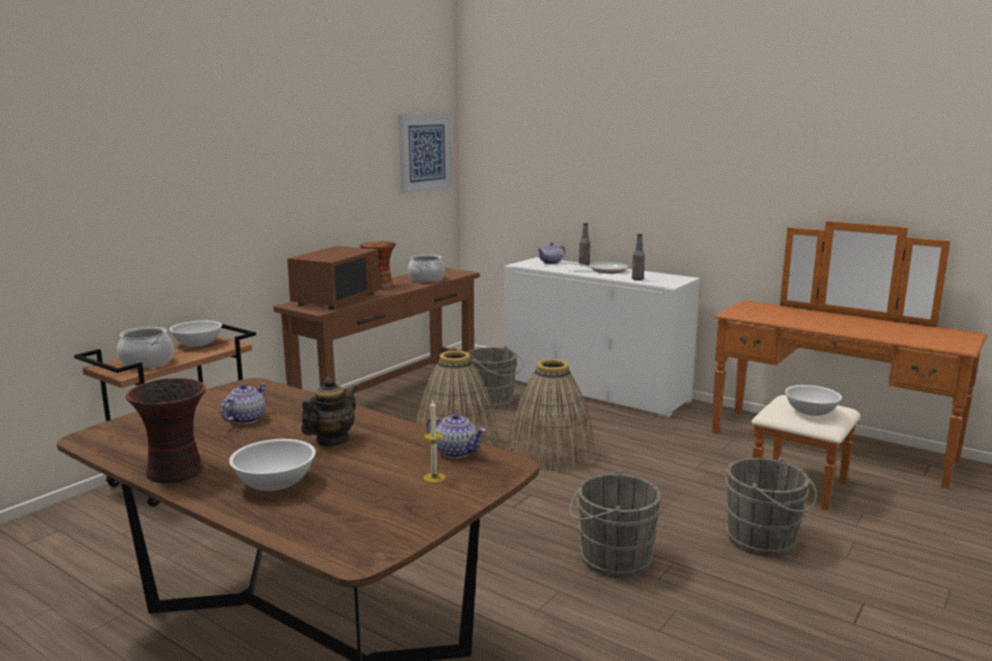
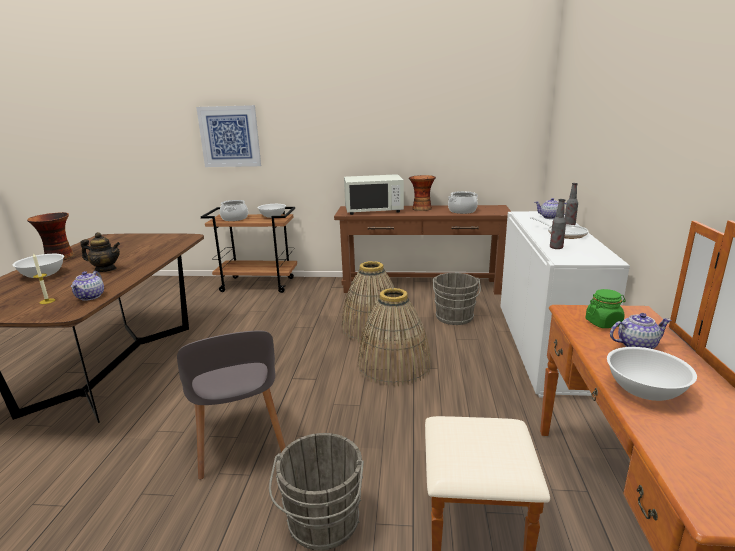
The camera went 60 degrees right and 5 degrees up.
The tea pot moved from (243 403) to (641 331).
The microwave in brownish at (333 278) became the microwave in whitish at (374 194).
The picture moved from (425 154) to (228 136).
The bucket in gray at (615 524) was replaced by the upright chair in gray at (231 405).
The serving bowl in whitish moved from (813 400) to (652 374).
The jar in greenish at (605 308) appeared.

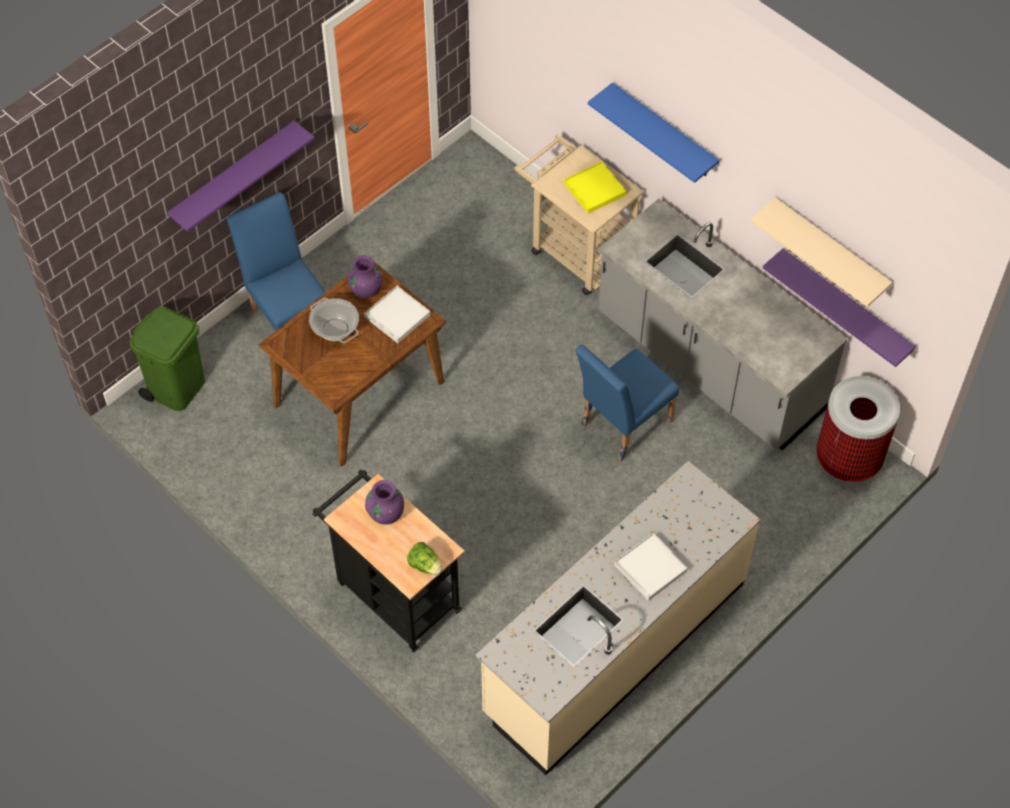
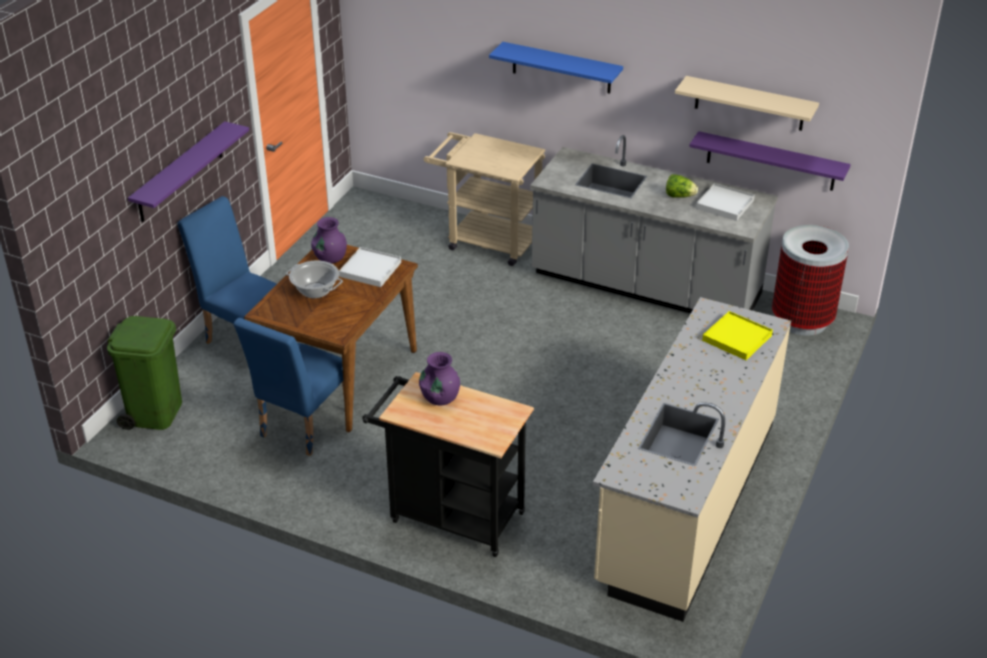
The camera went 20 degrees left and 20 degrees down.
The head of lettuce moved from (425 558) to (682 186).
The serving tray in yellow-coloured moved from (595 188) to (737 335).
The upright chair in blue moved from (627 403) to (289 387).
The serving tray in whitish moved from (650 567) to (725 202).

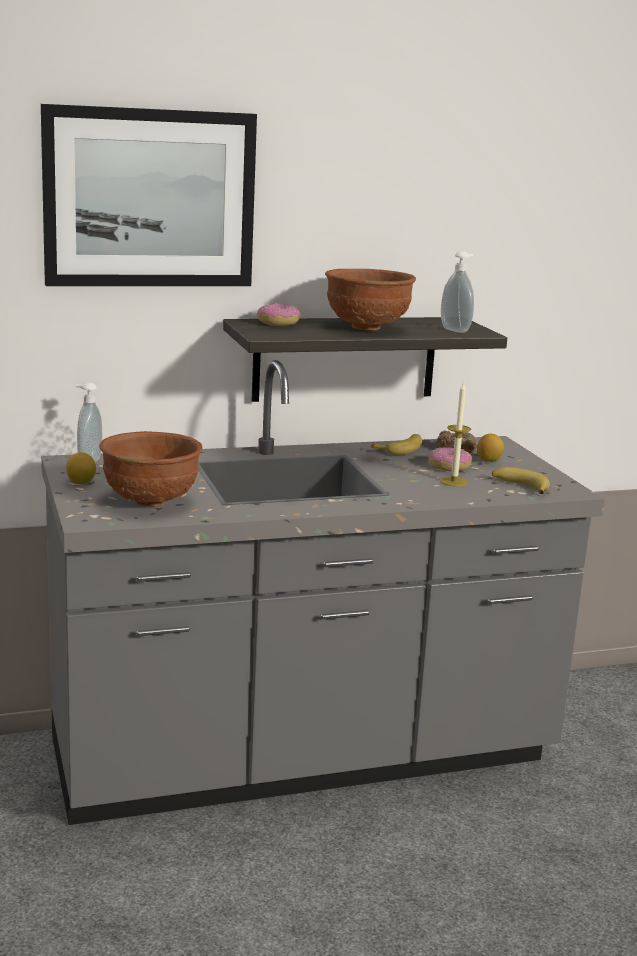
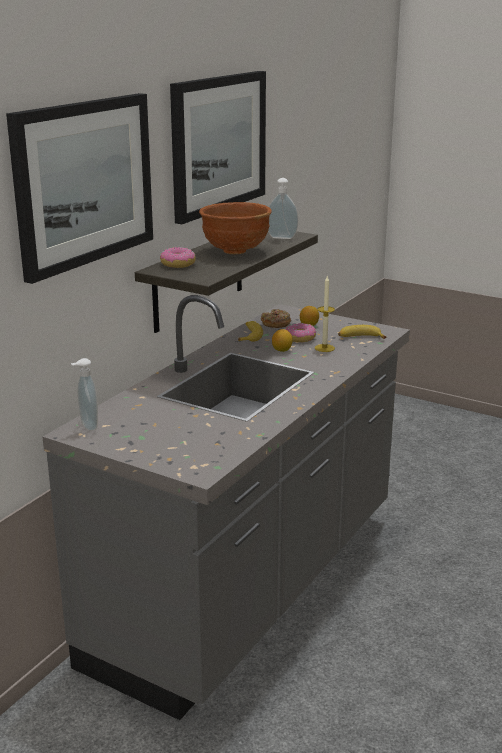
The camera went 40 degrees left and 5 degrees up.
The citrus fruit moved from (81 468) to (282 340).
The serving bowl in brownish at (151 469) disappeared.
The picture at (218 147) appeared.

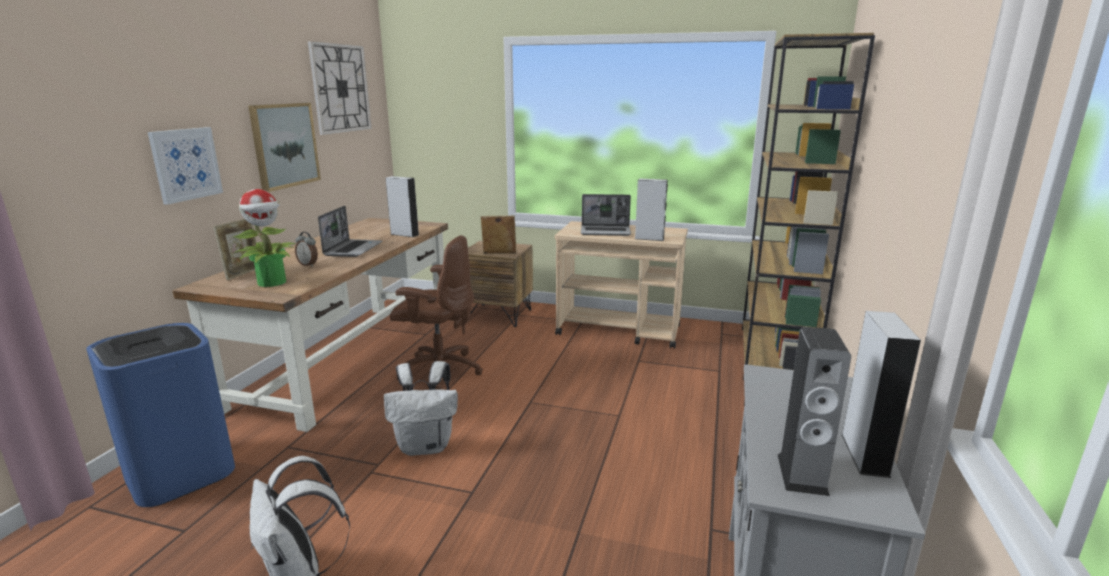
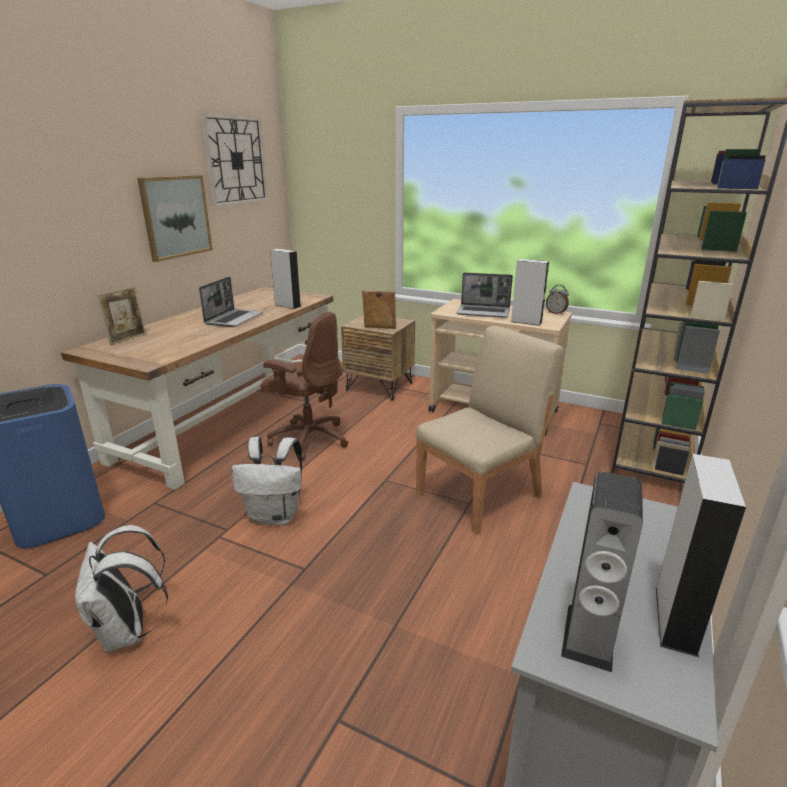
The camera went 10 degrees right and 5 degrees up.
The picture at (185 166) disappeared.
The plant in a pot at (264 238) disappeared.
The alarm clock moved from (306 249) to (557 300).
The upright chair in beige at (490 430) appeared.

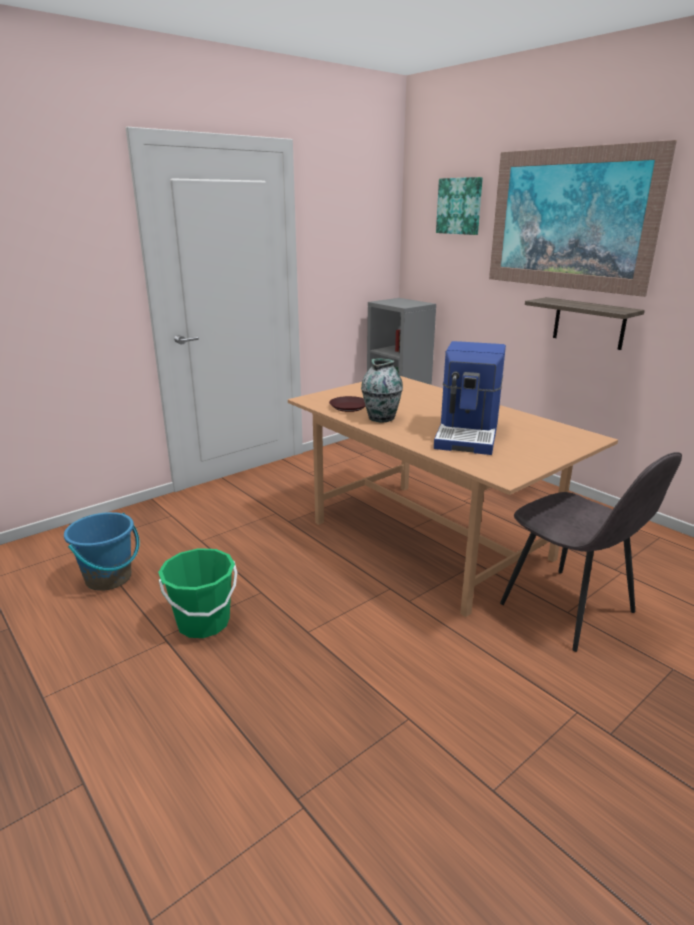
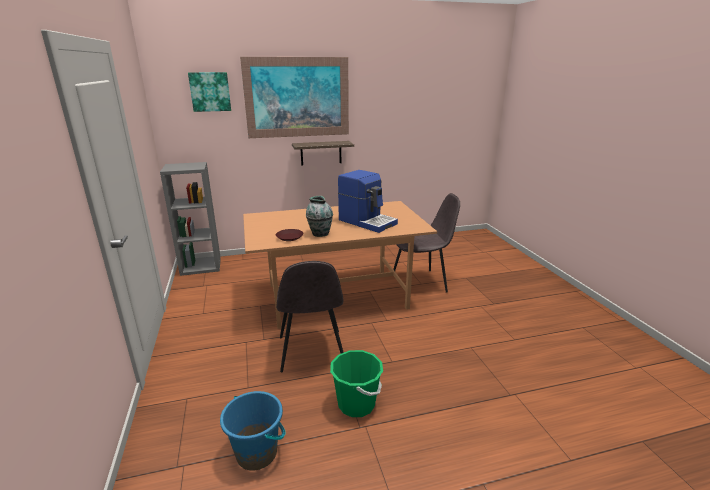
The camera went 65 degrees left and 0 degrees up.
The upright chair in gray at (310 316) appeared.

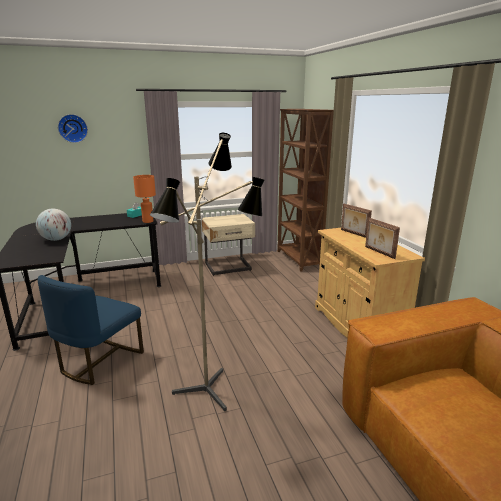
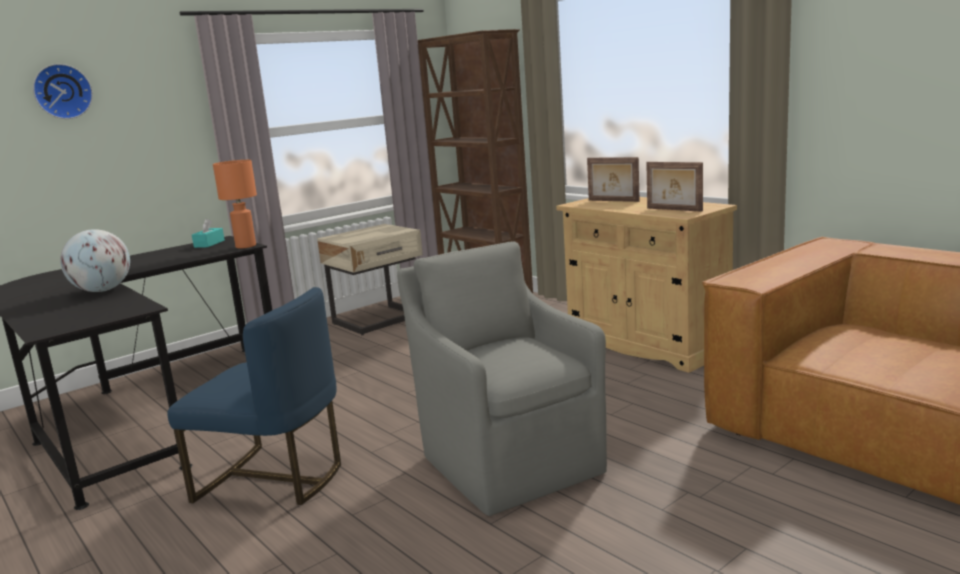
The camera went 20 degrees left and 5 degrees down.
The upright chair in blue at (91 330) turned 75 degrees counterclockwise.
The floor lamp at (207 272) was replaced by the armchair in gray at (502 378).

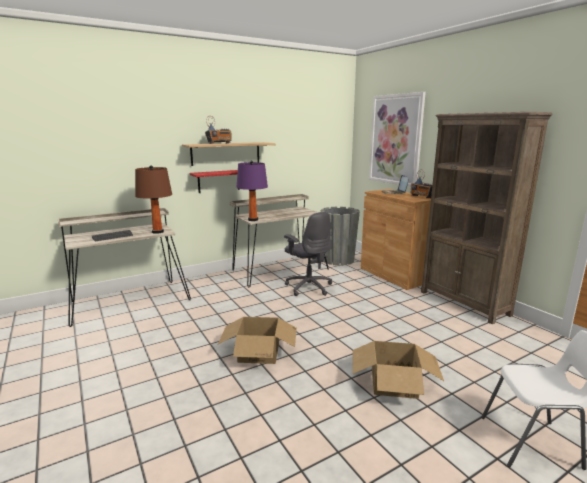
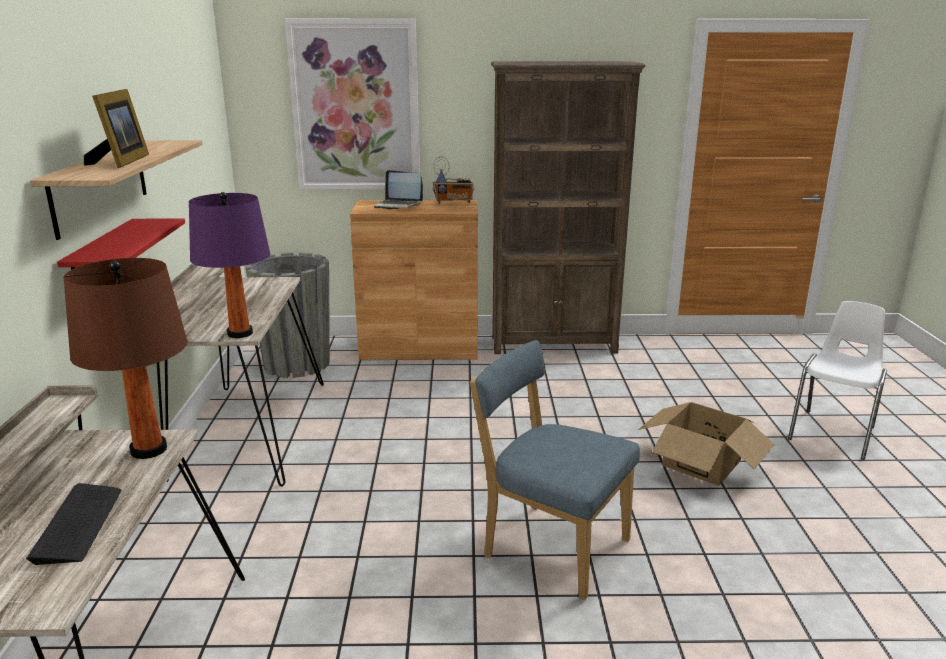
The camera went 60 degrees left and 5 degrees up.
The radio receiver at (218 130) was replaced by the standing frame at (116 128).
The cardboard box at (257 340) was replaced by the upright chair in blue at (555 470).
The office chair in gray at (308 254) disappeared.

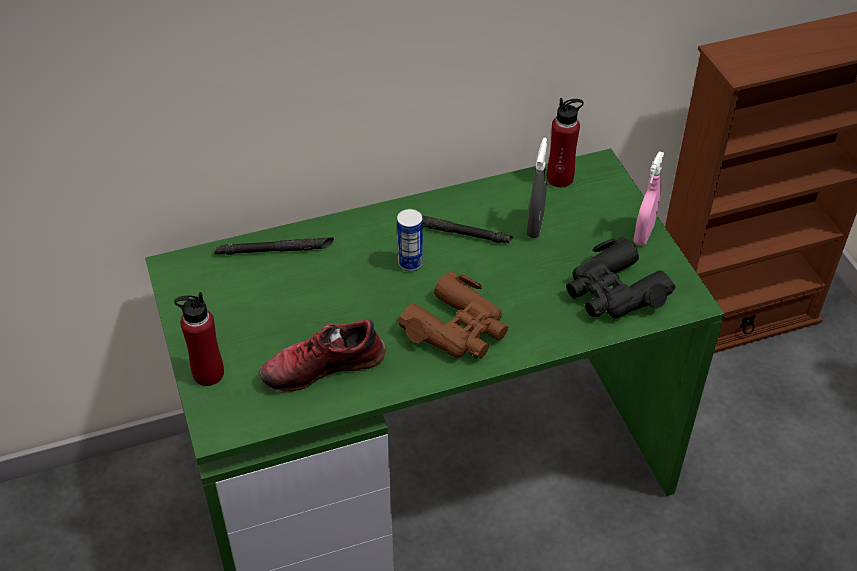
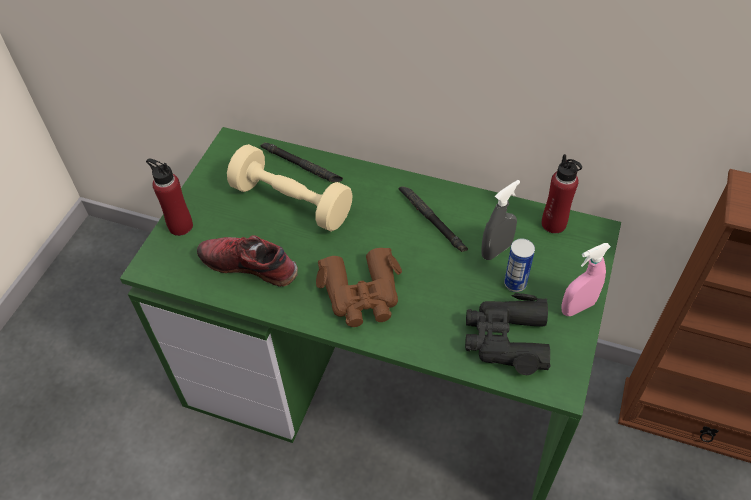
The camera went 40 degrees right and 5 degrees up.
The can moved from (410 240) to (519 265).
The free weight in beige at (290 187) appeared.

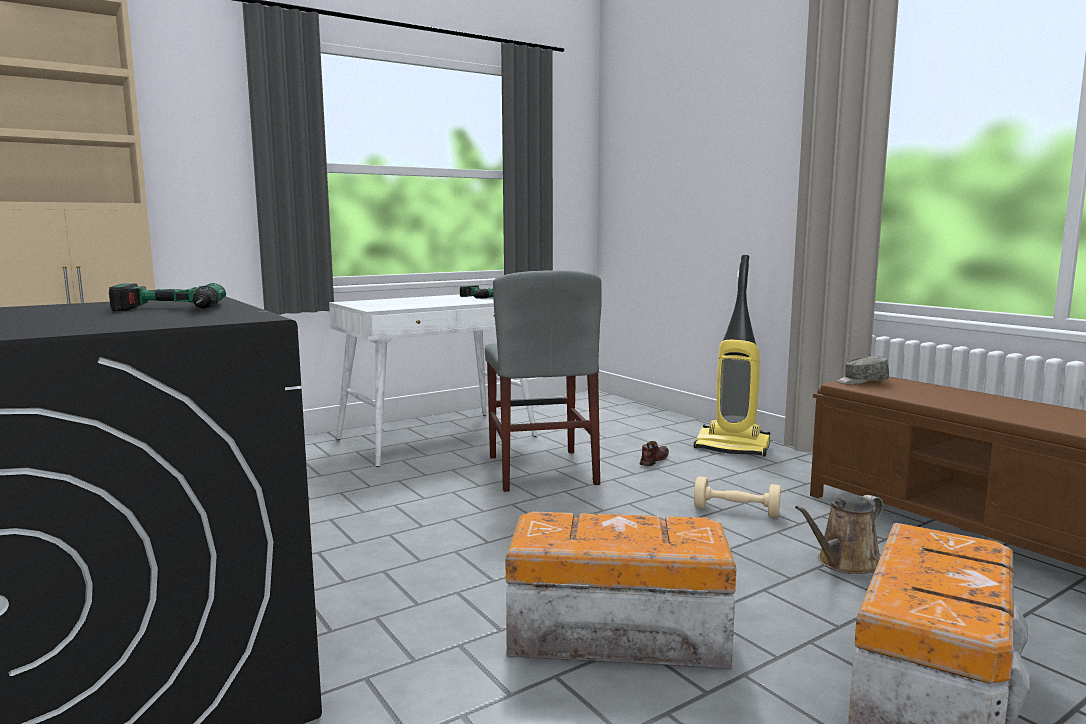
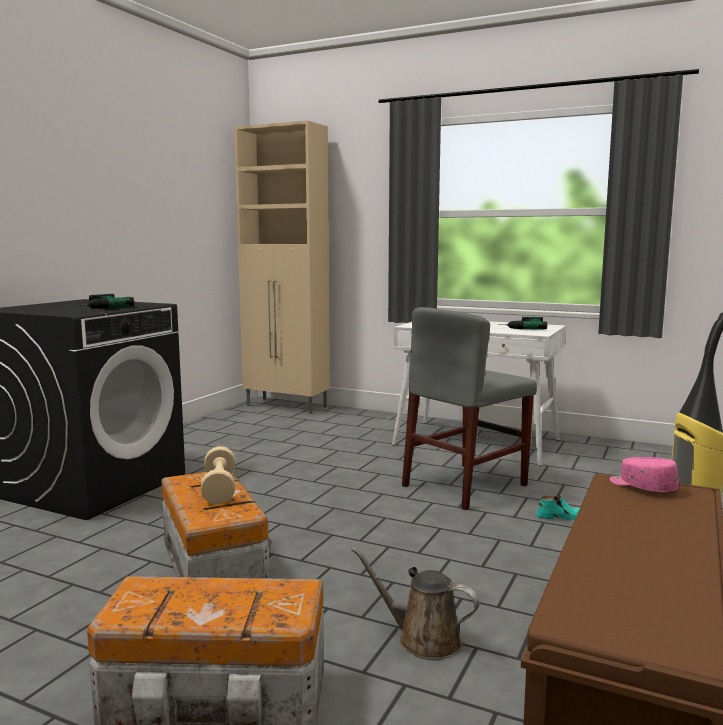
The camera went 60 degrees right and 0 degrees up.
The shoe in brownish at (654 453) became the shoe in turquoise-coloured at (558 508).
The free weight in beige moved from (737 497) to (218 475).
The cap in gray at (862 370) became the cap in pink at (644 474).

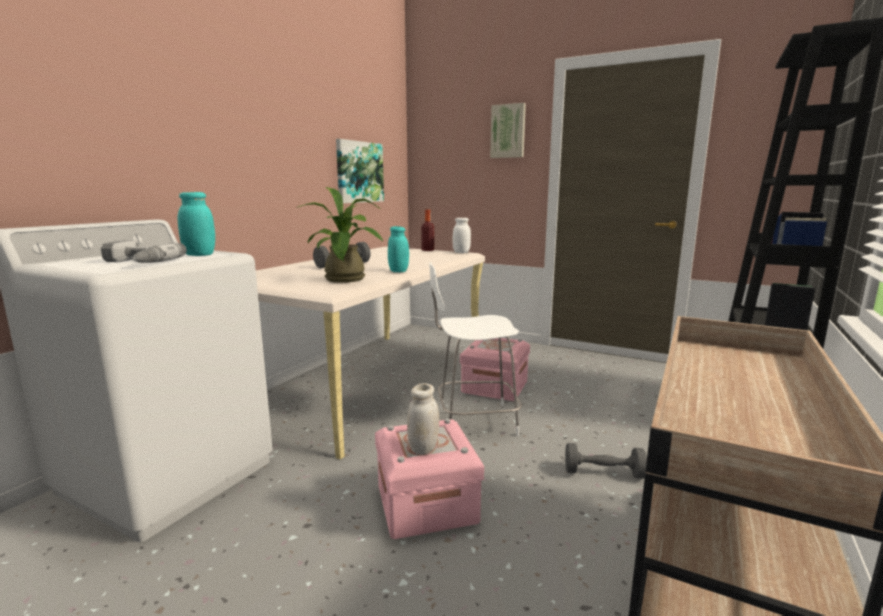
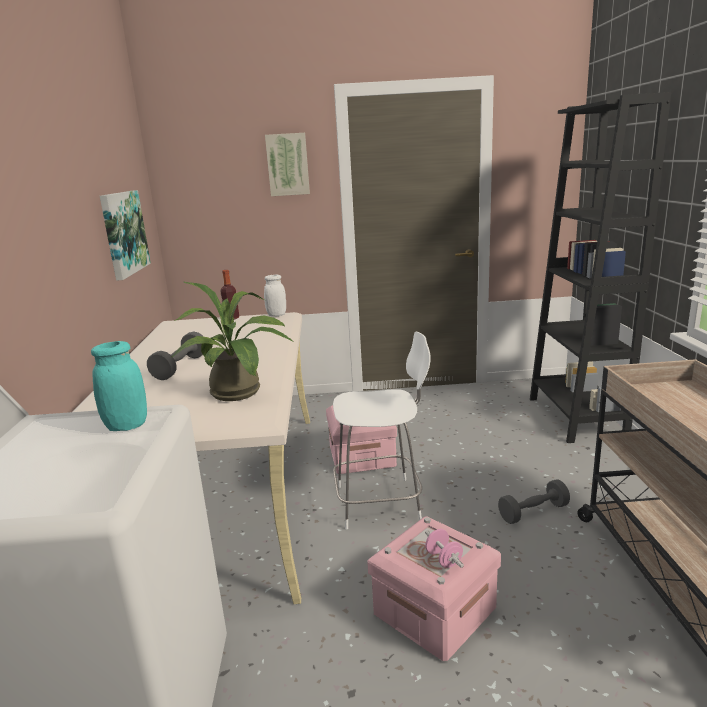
The camera went 30 degrees left and 5 degrees up.
The power drill at (144 251) disappeared.
The jar in turquoise-coloured at (398 249) disappeared.
The jar in whitish at (423 419) was replaced by the free weight in pink at (444 548).
The upright chair in whitish at (475 349) turned 150 degrees counterclockwise.

